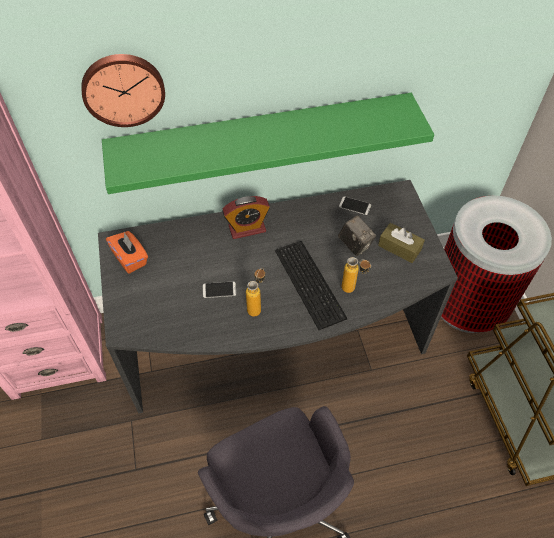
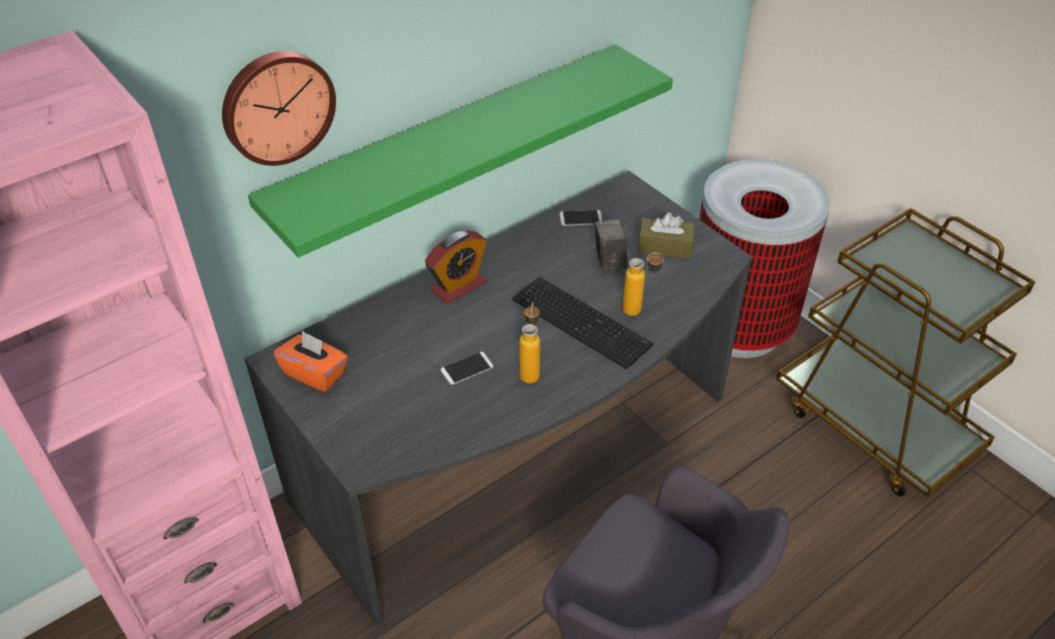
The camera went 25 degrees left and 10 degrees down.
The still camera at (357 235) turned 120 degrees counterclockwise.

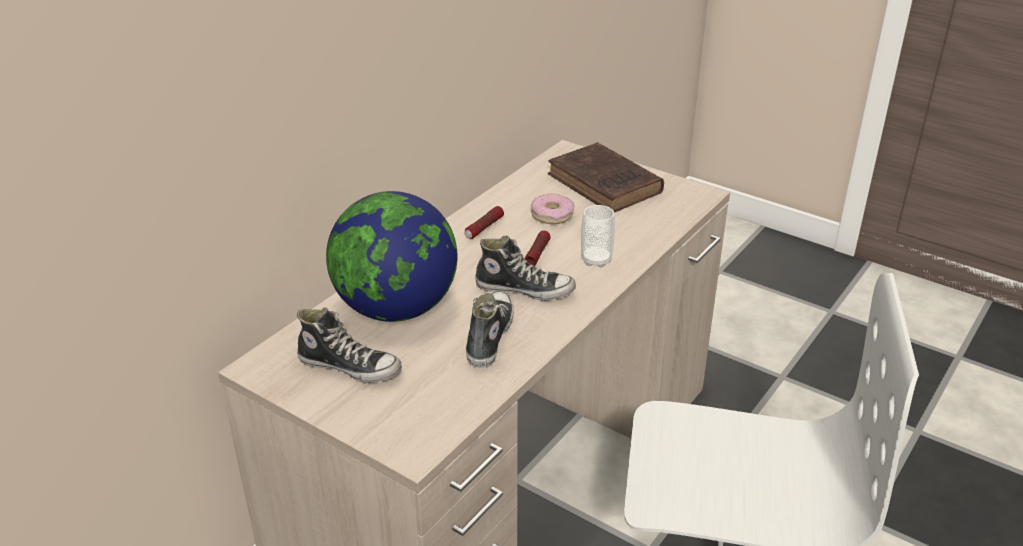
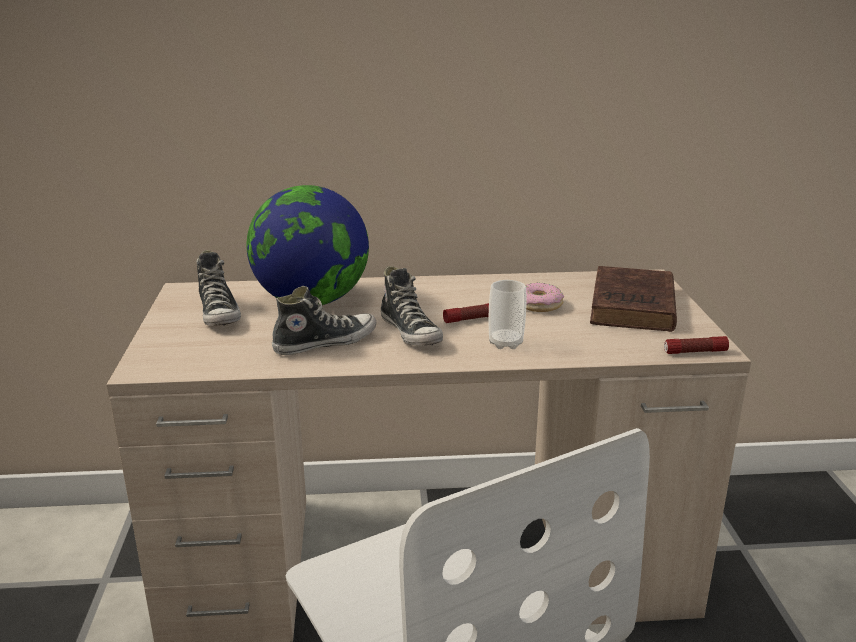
The camera went 50 degrees right and 10 degrees down.
The flashlight moved from (484 222) to (696 345).

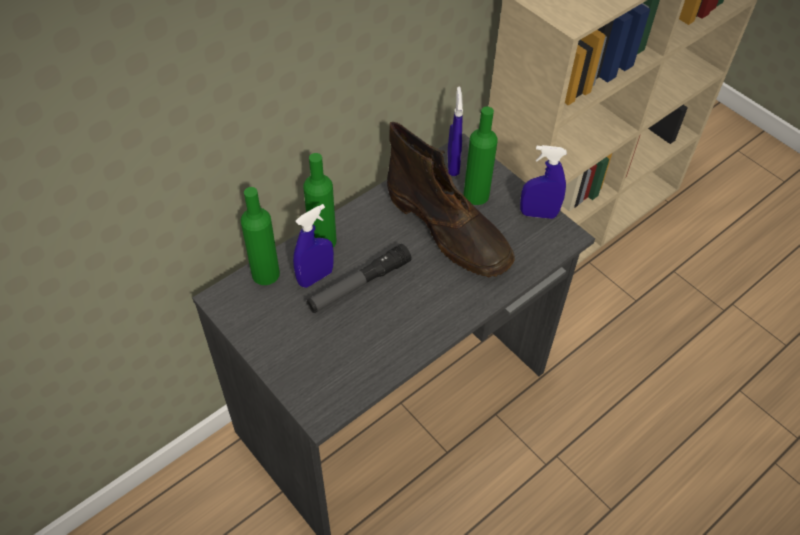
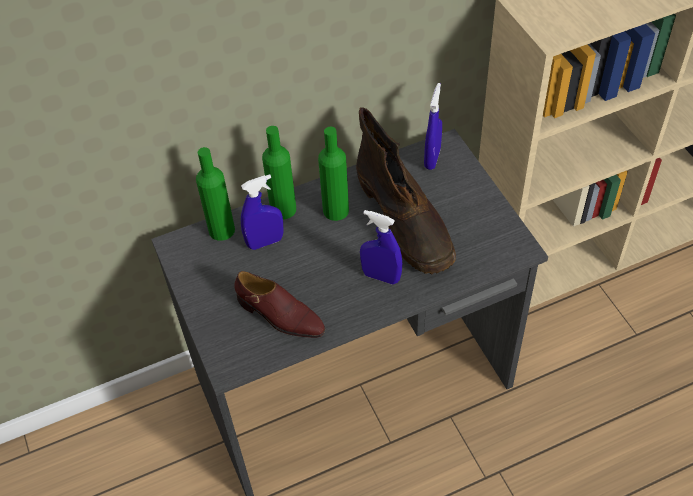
The camera went 20 degrees right and 0 degrees up.
The flashlight at (359 278) disappeared.
The drink bottle in greenish moved from (481 156) to (333 174).
The spray bottle in blue moved from (543 182) to (381 247).
The shoe in brownish at (279 304) appeared.

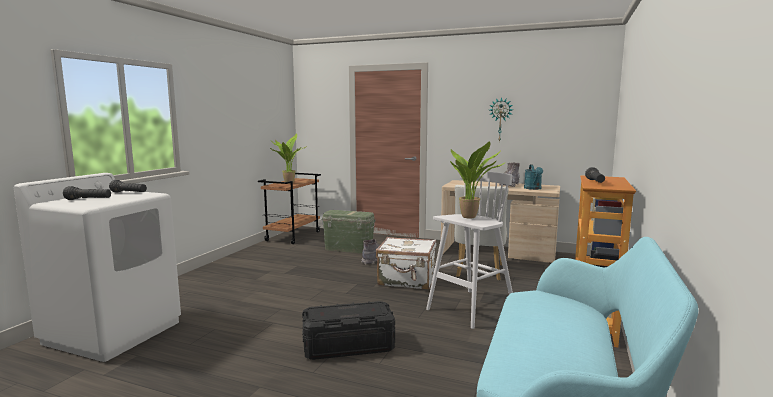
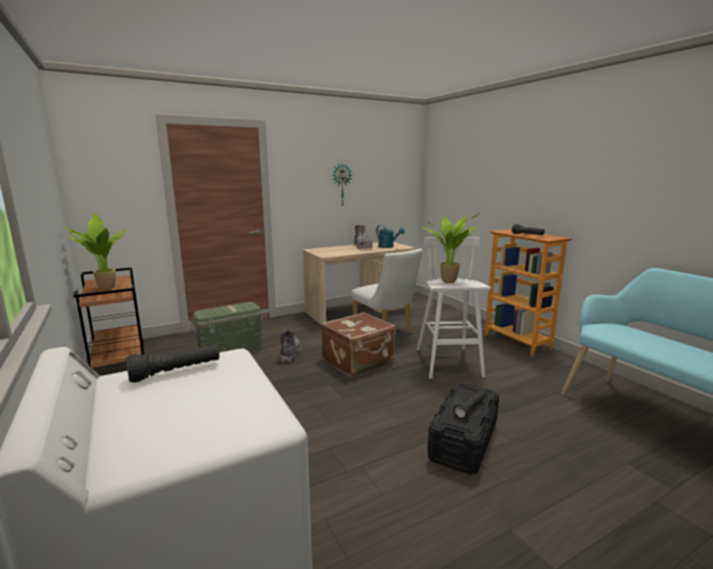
The camera went 50 degrees left and 5 degrees up.
The flashlight in blackish moved from (87 193) to (470 404).
The piece of luggage in whitish at (406 263) became the piece of luggage in brownish at (358 344).

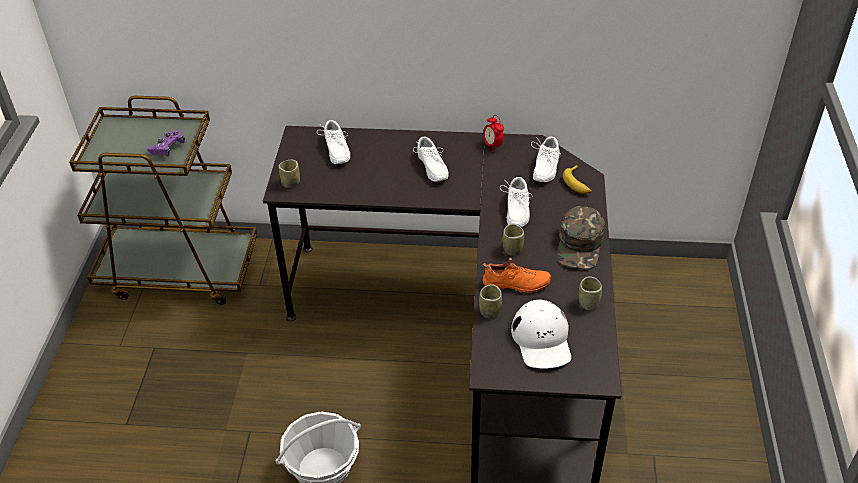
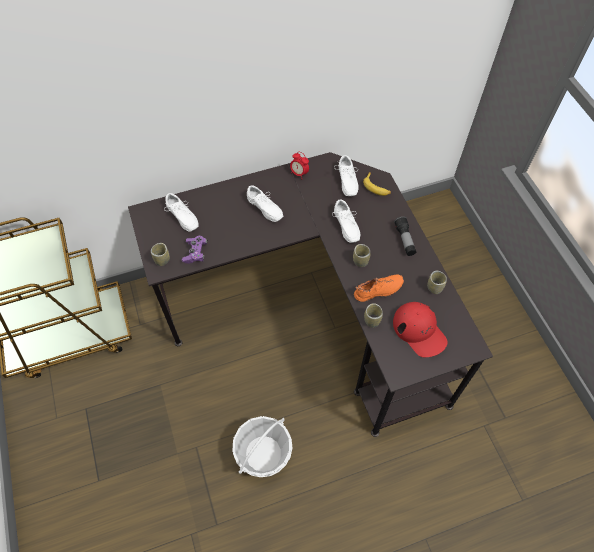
The camera went 25 degrees left and 15 degrees up.
The game controller in purple moved from (166 143) to (194 249).
The cap in whitish at (541 334) became the cap in red-coloured at (420 329).
The cap in greenish at (581 237) was replaced by the flashlight at (405 236).

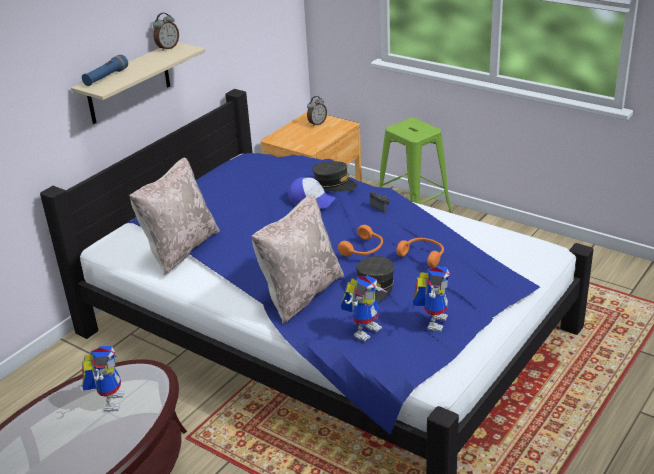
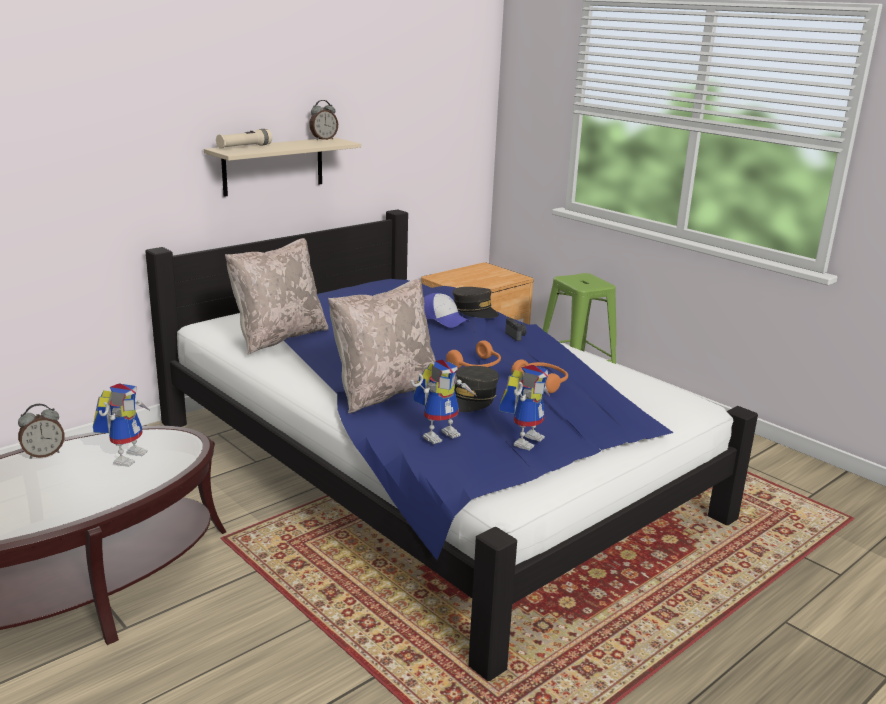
The camera went 10 degrees right and 10 degrees down.
The flashlight in blue at (105 70) became the flashlight in beige at (244 139).
The alarm clock moved from (317 111) to (41 431).

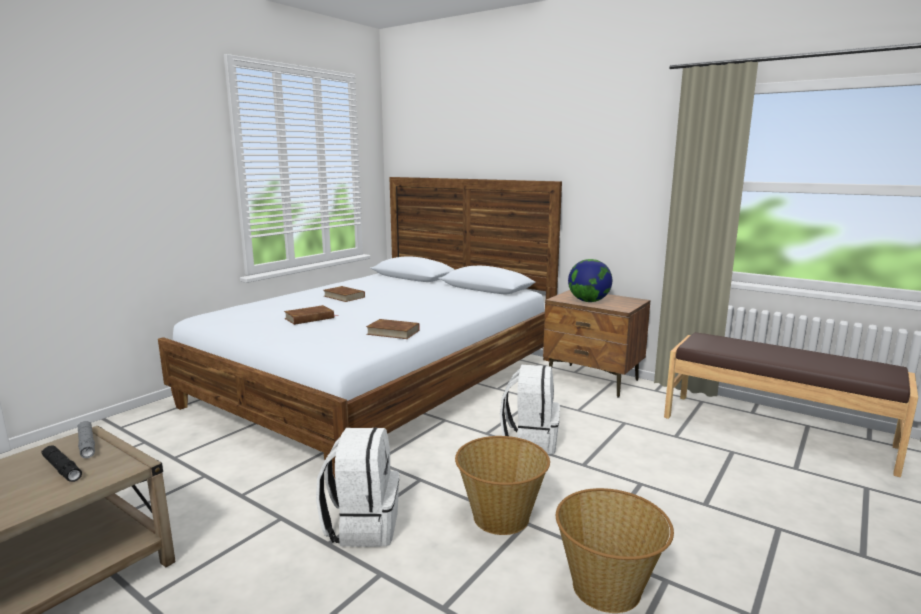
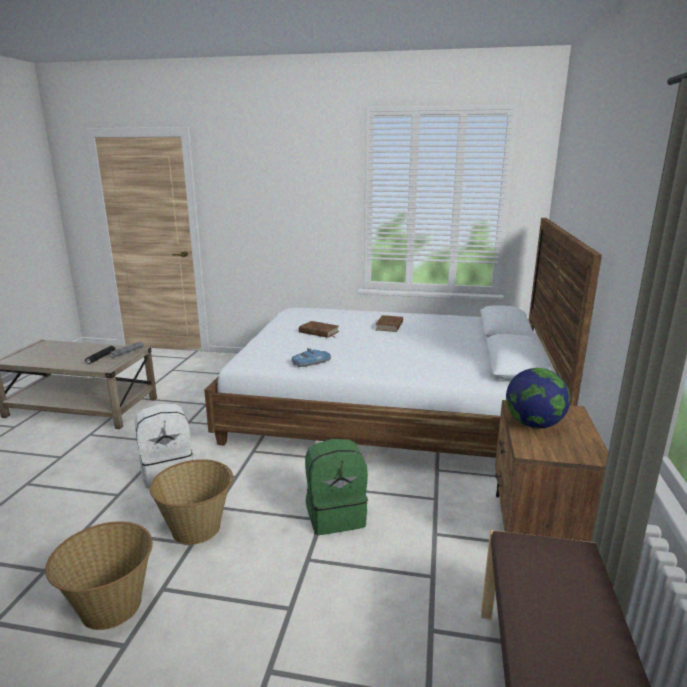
The camera went 65 degrees right and 5 degrees up.
The volume in brownish at (393 329) was replaced by the toy car at (311 357).
The backpack in whitish at (530 409) became the backpack in greenish at (336 487).

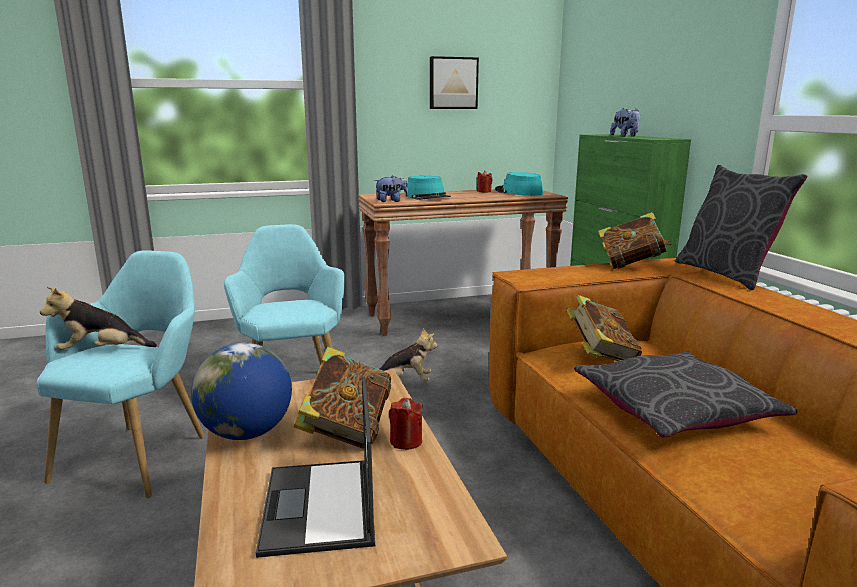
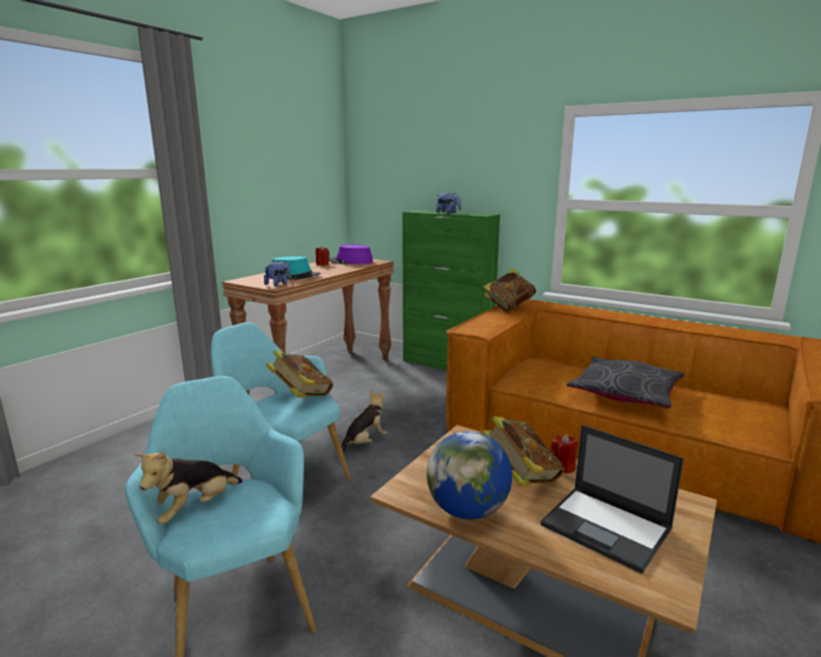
The camera went 40 degrees left and 0 degrees up.
The picture at (454 82) disappeared.
The wearable hat in turquoise-coloured at (519 184) became the wearable hat in purple at (351 254).
The volume moved from (604 328) to (299 374).
The pillow in gray at (741 227) disappeared.

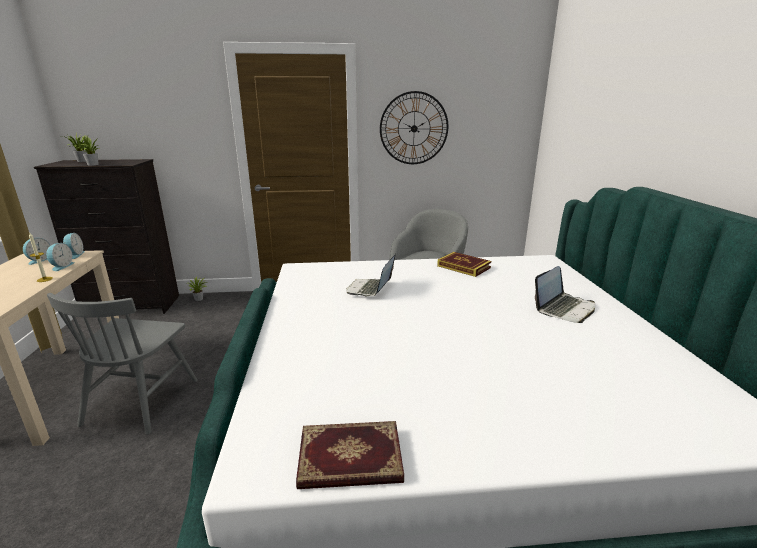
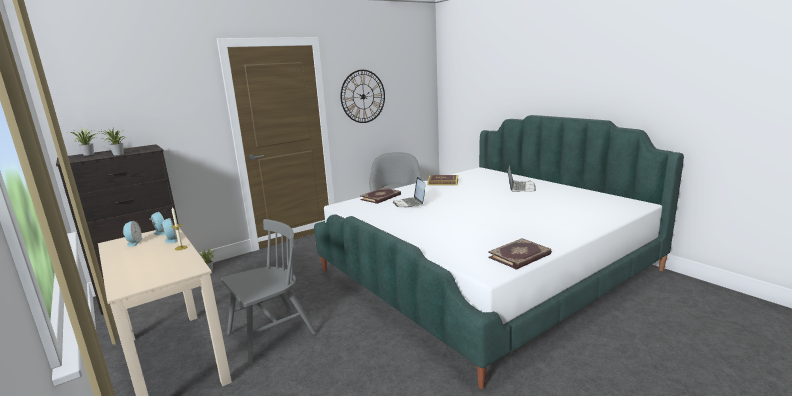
The camera went 30 degrees left and 5 degrees down.
The upright chair in gray at (122 364) turned 105 degrees counterclockwise.
The volume at (380 196) appeared.

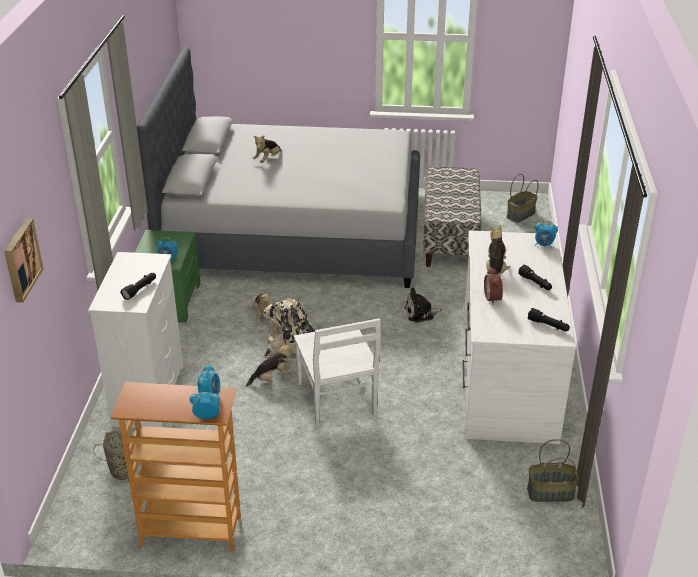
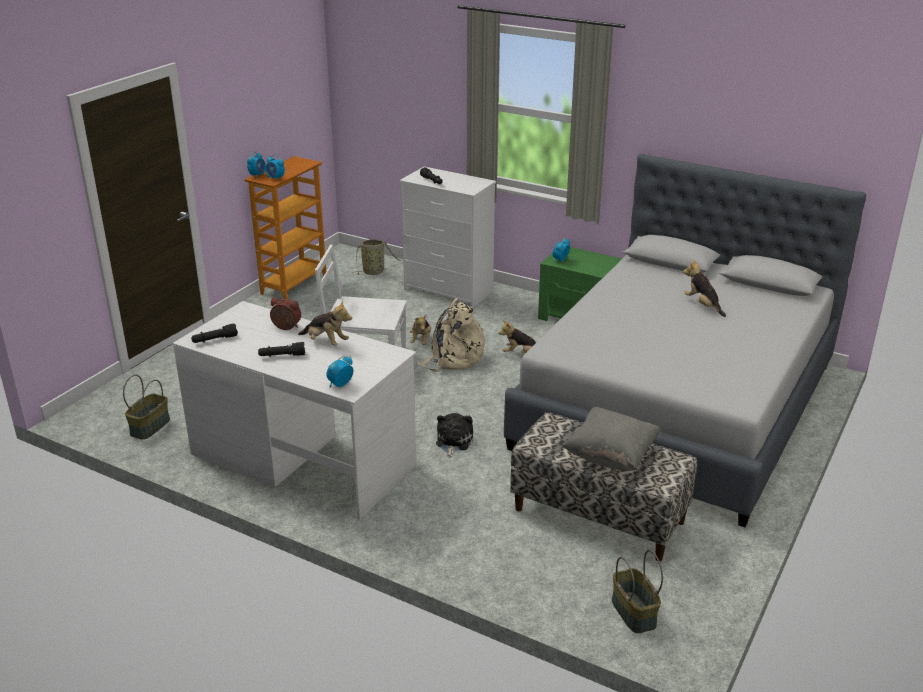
The camera went 115 degrees right and 5 degrees down.
The picture at (24 260) disappeared.
The pillow in gray at (611 439) appeared.

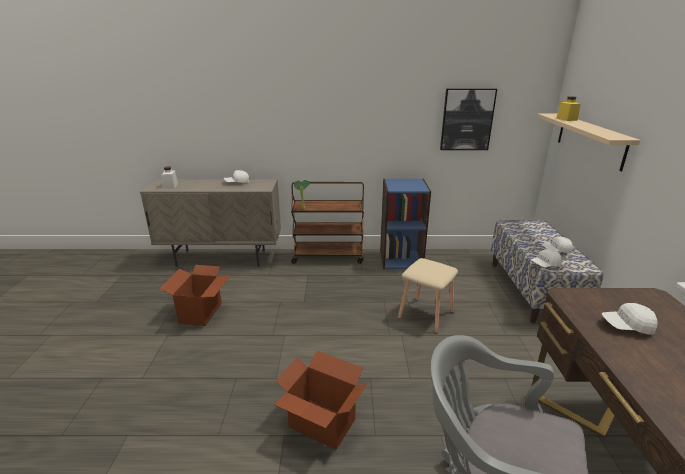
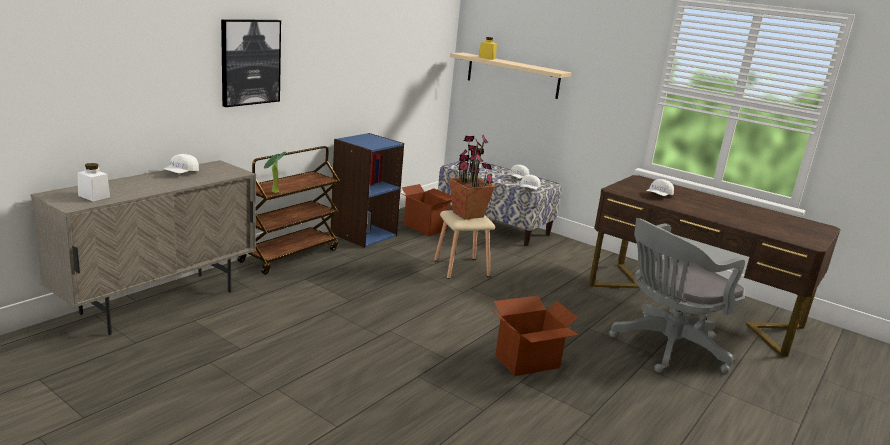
The camera went 55 degrees left and 5 degrees down.
The cardboard box moved from (194 295) to (426 210).
The picture moved from (468 119) to (251 63).
The plant in a pot at (472 177) appeared.

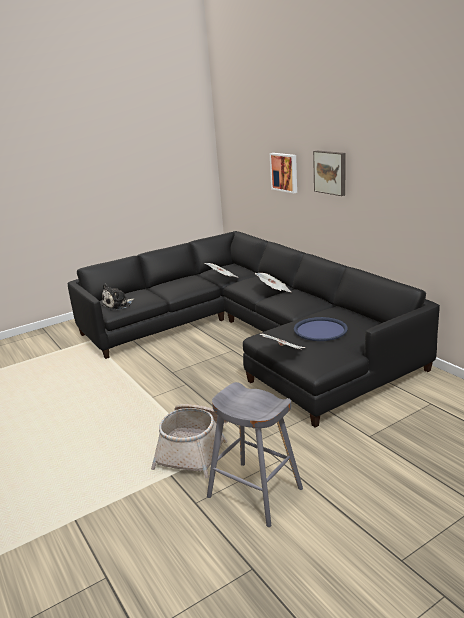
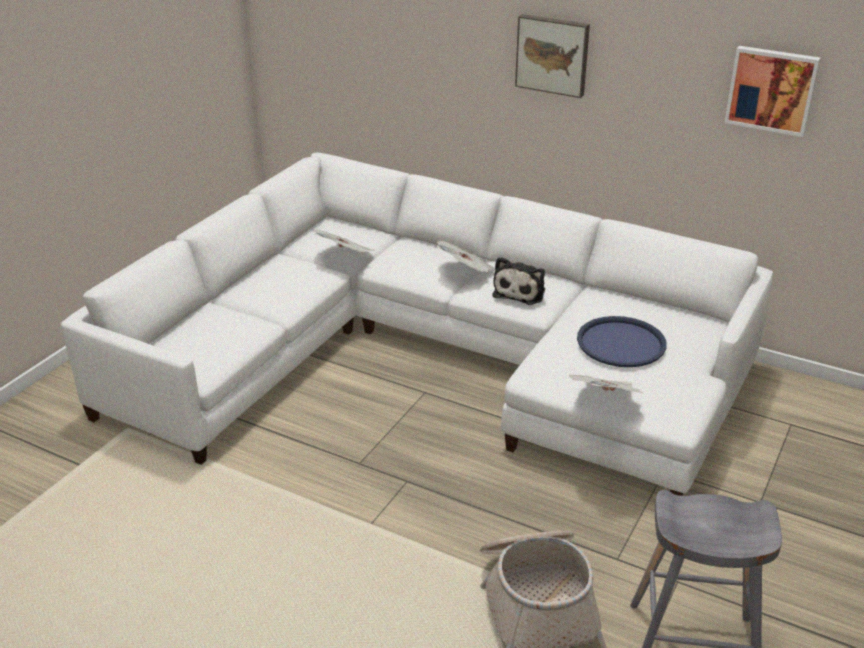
The camera went 30 degrees left and 10 degrees up.
The settee in blackish at (254 329) became the settee in whitish at (417 324).
The soft toy moved from (118 297) to (518 281).
The picture moved from (283 173) to (772 91).

